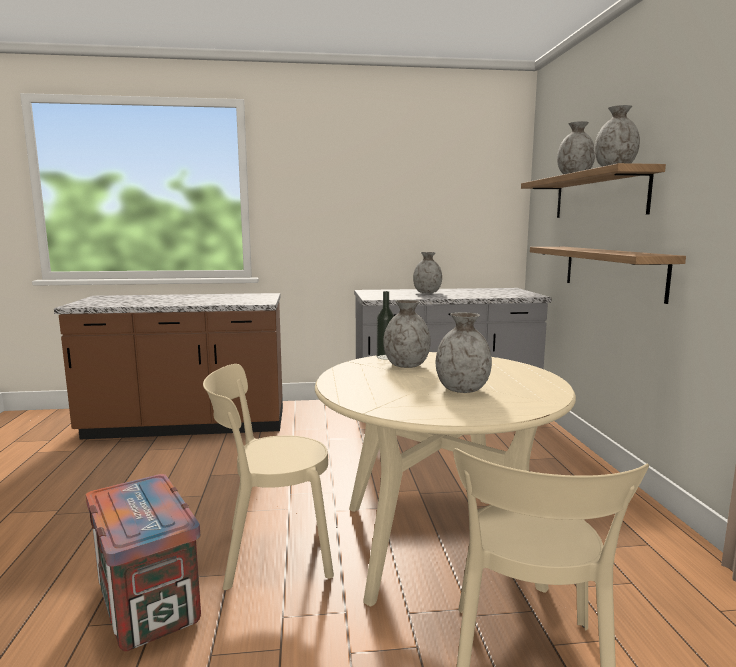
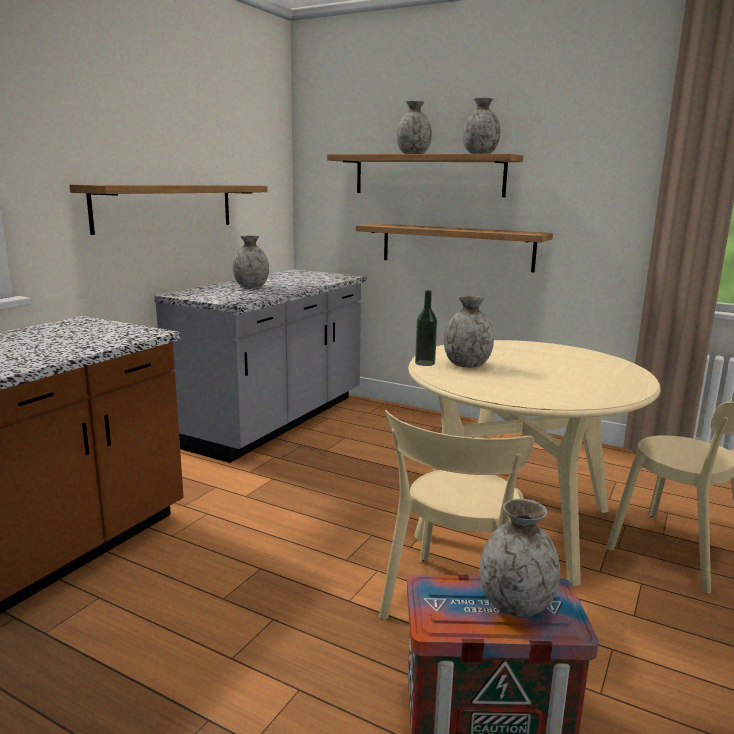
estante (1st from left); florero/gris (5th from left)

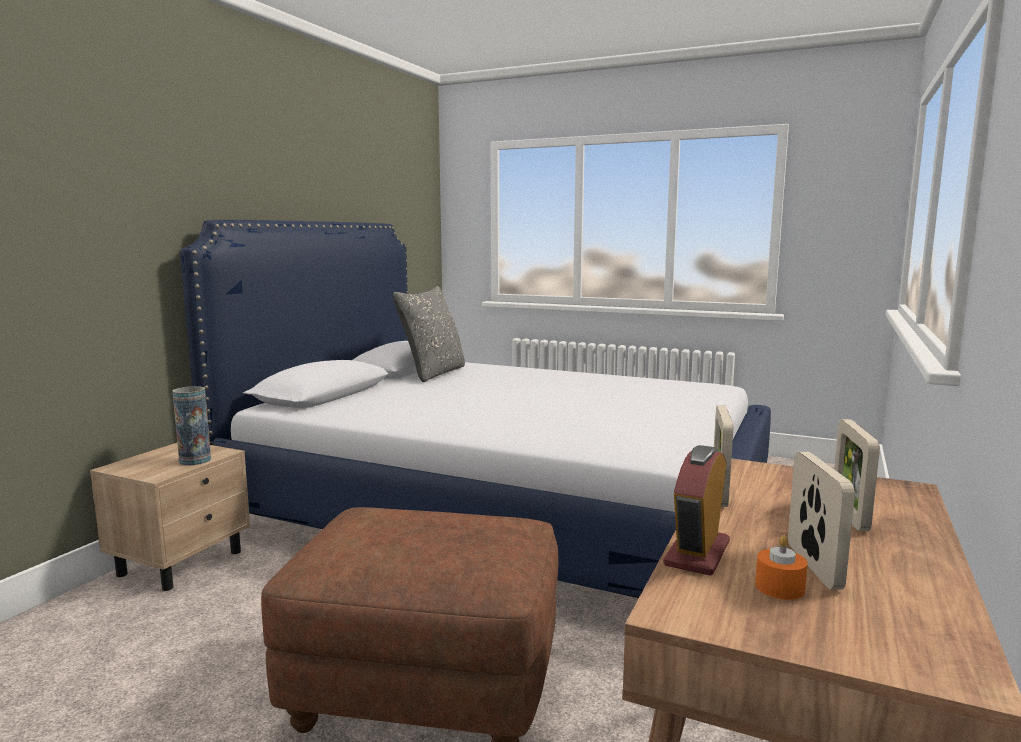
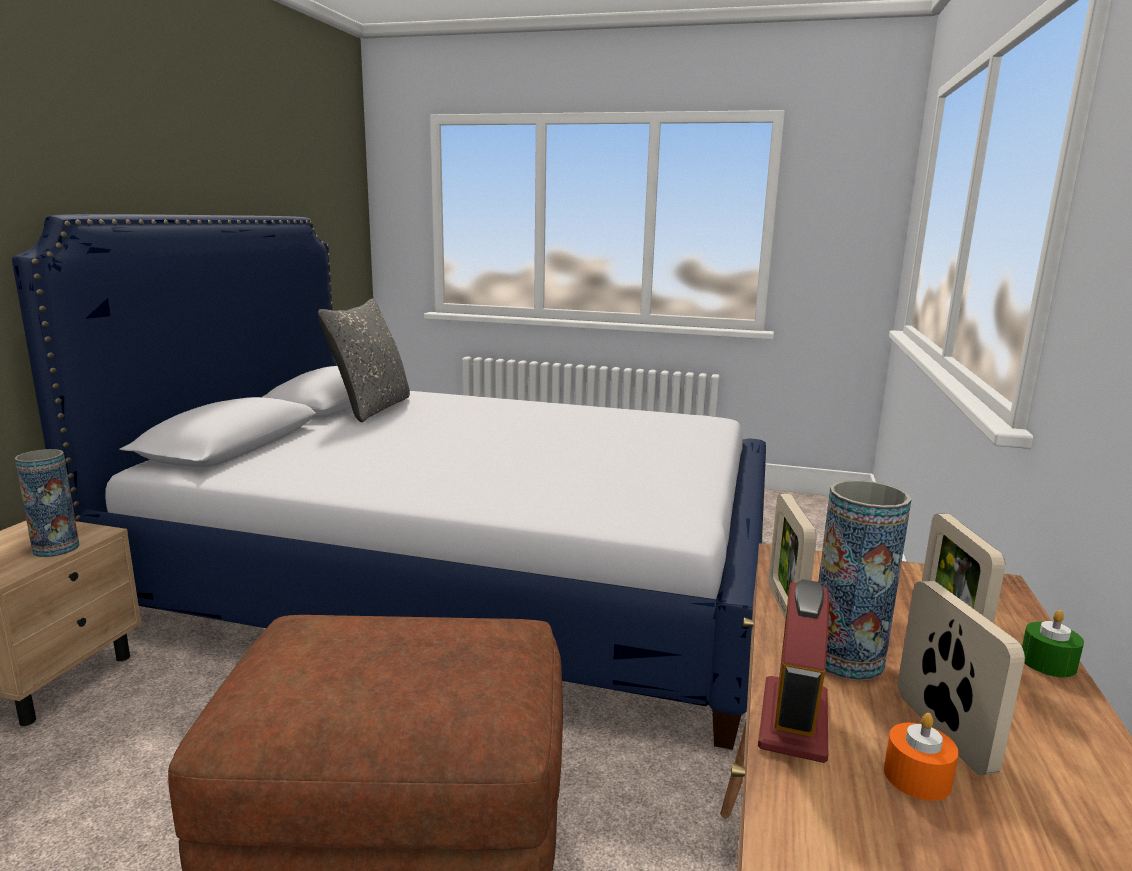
florero (2nd from left); vela/verde

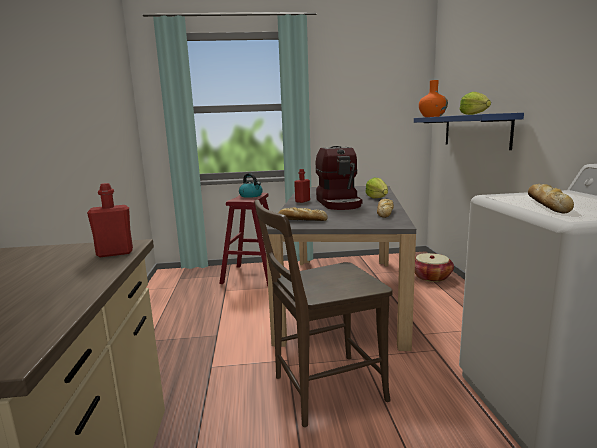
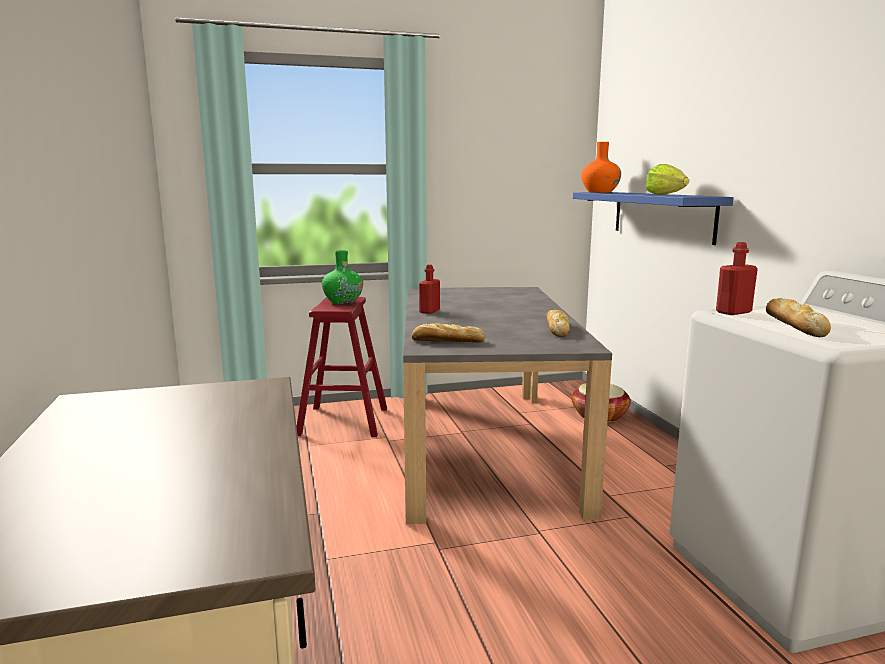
florero/verde; botella/rojo (2nd from left); silla/marrón; cafetera; lechuga (1st from left in the first image)

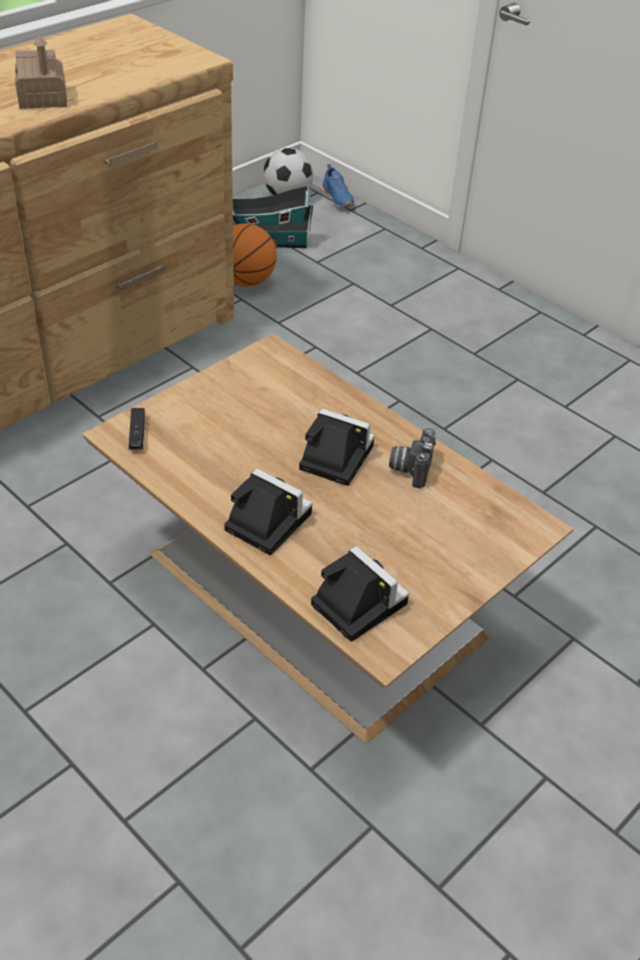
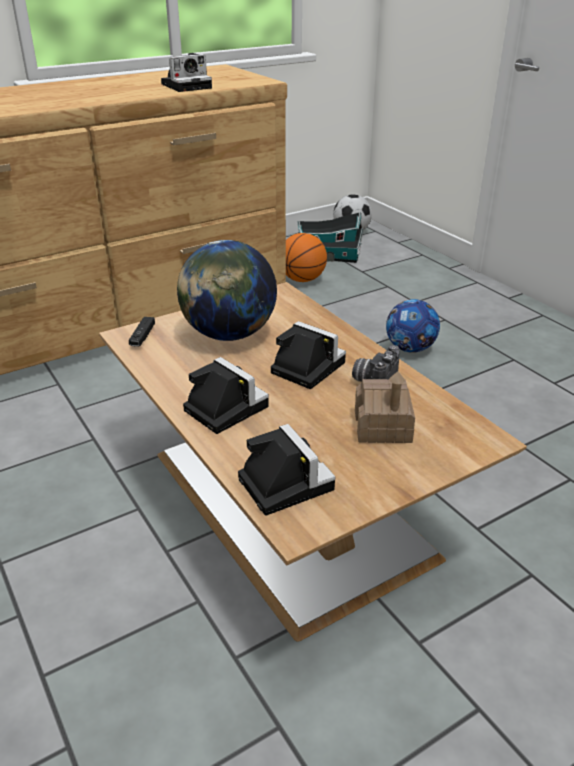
cámara (1st from left); globo terráqueo; casita (2nd from left); balón de fútbol (2nd from left); zapato/azul

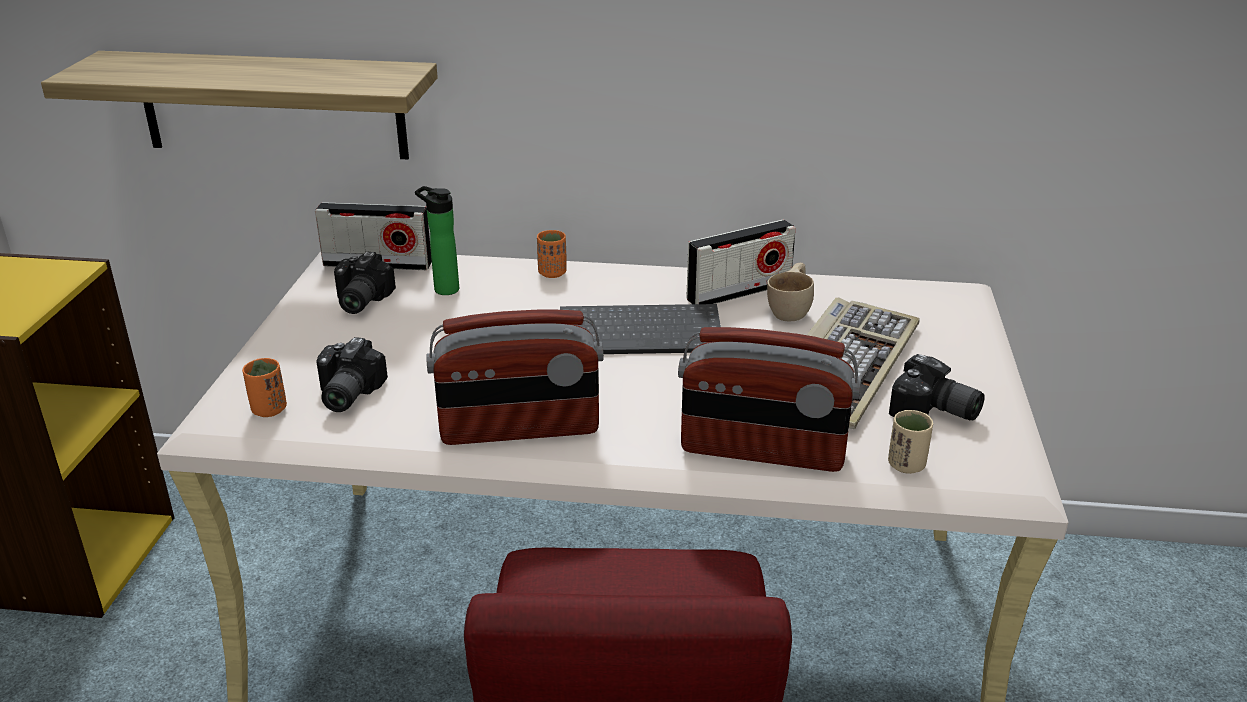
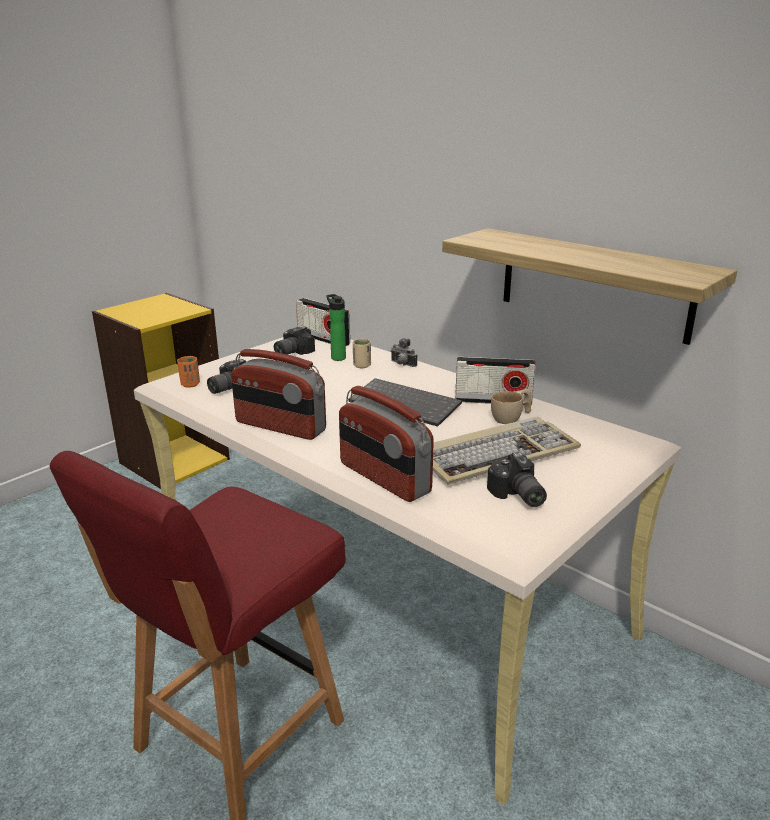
taza/beis (1st from left); cámara (3rd from left); estante

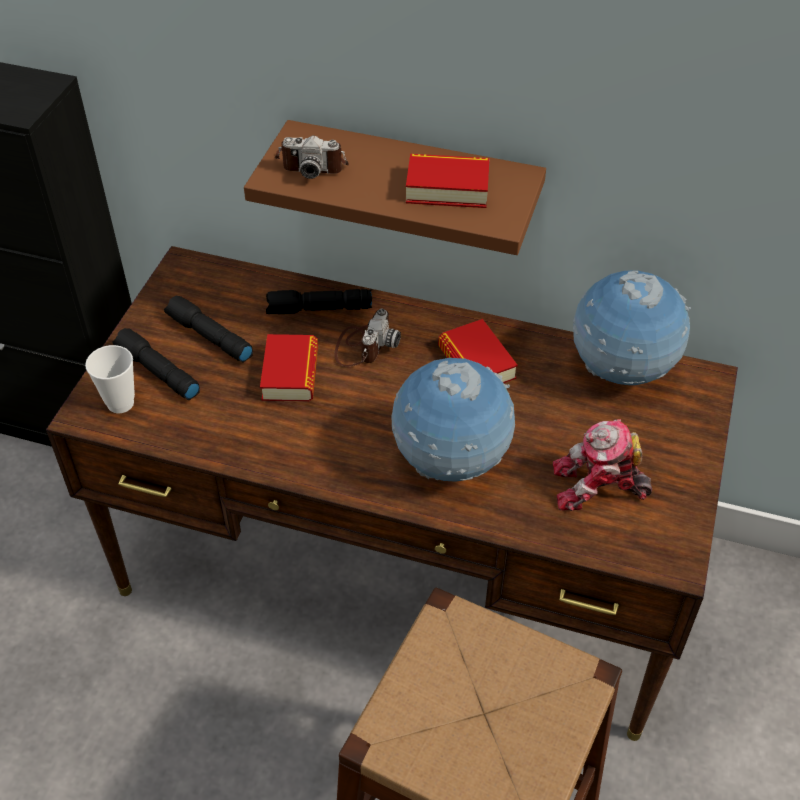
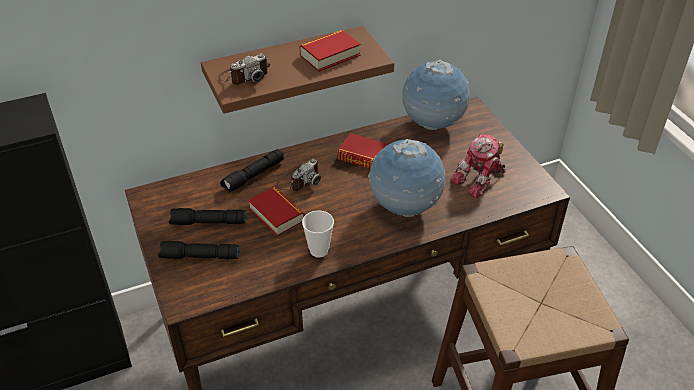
cámara (2nd from left); taza

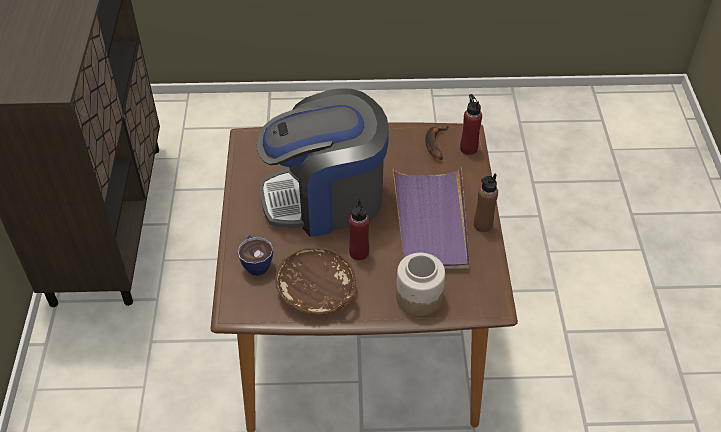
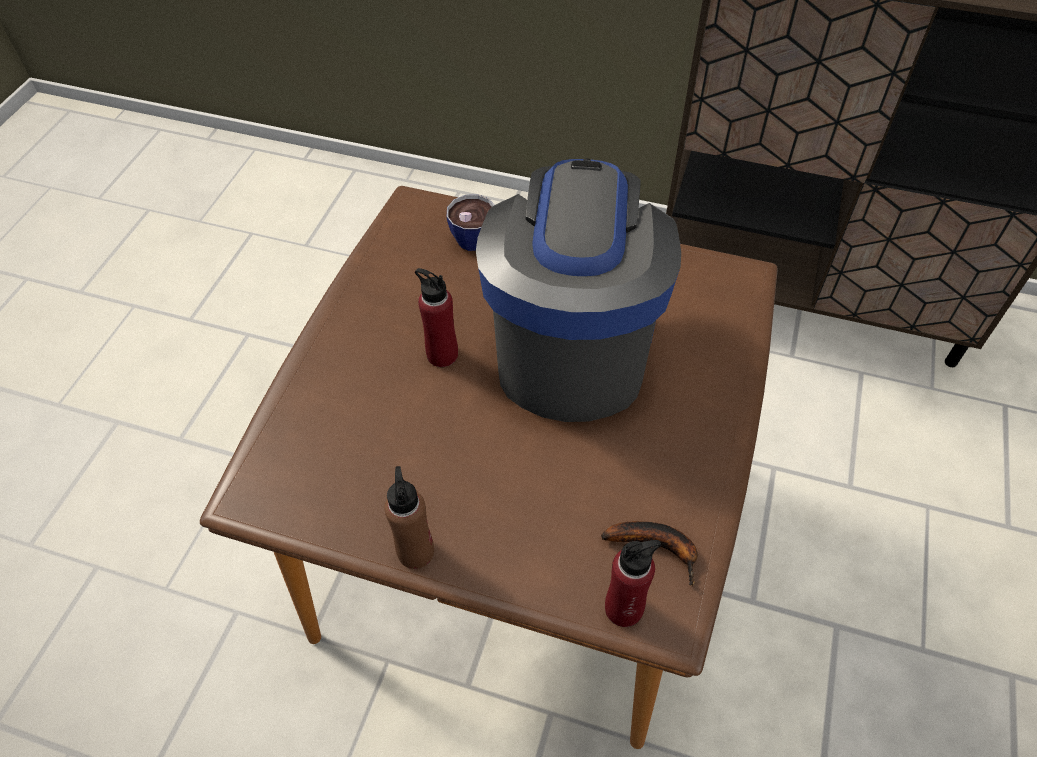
cuenco/marrón; bandeja/morado; tarro

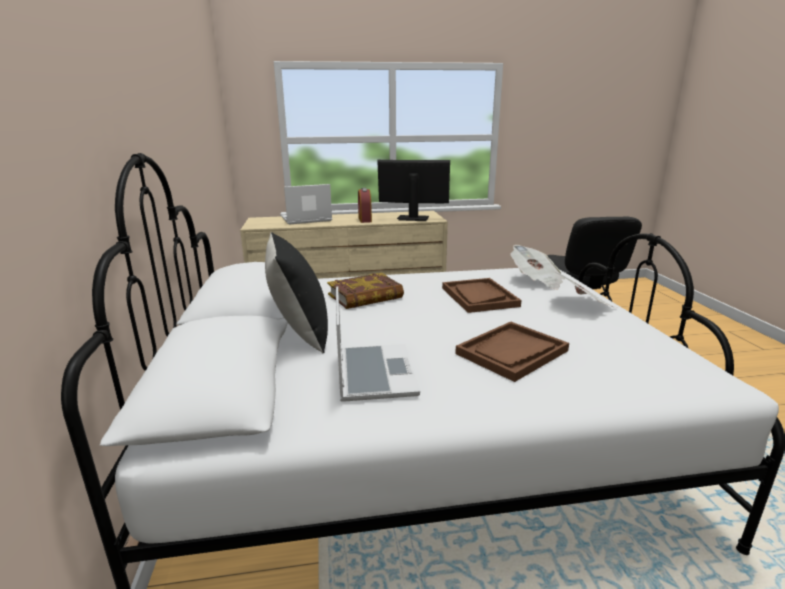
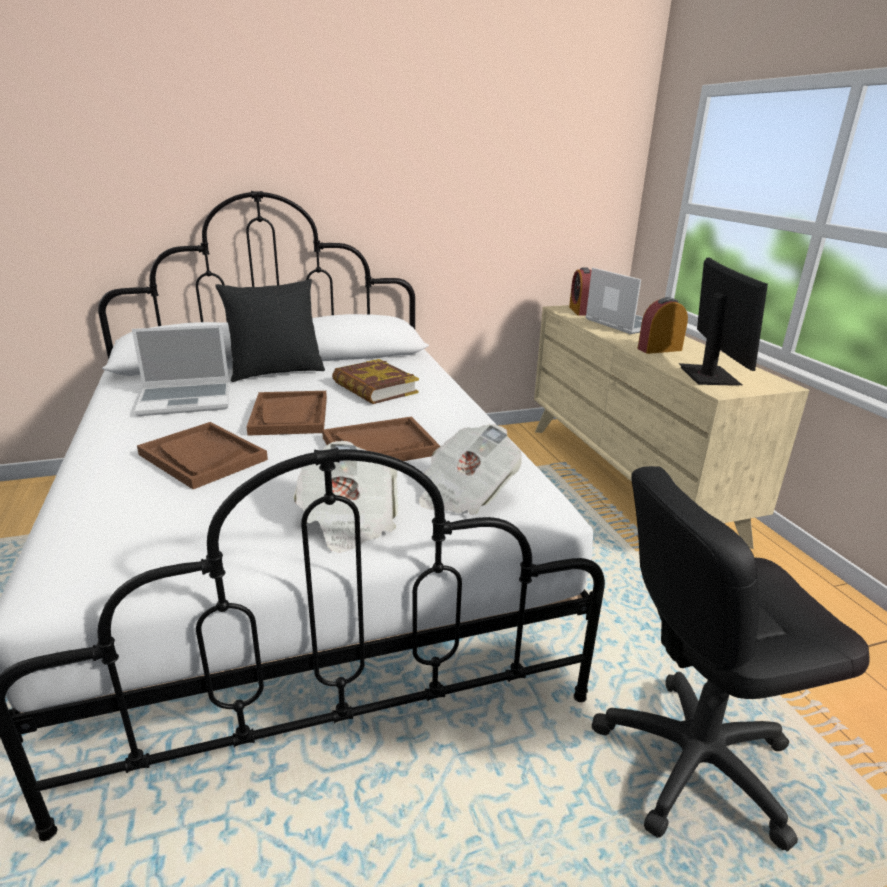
bandeja/marrón (2nd from left); despertador (1st from left)

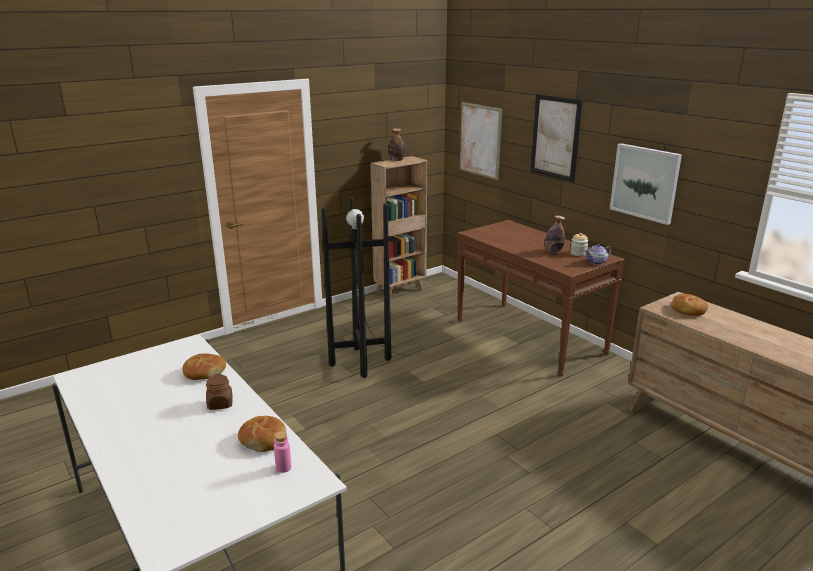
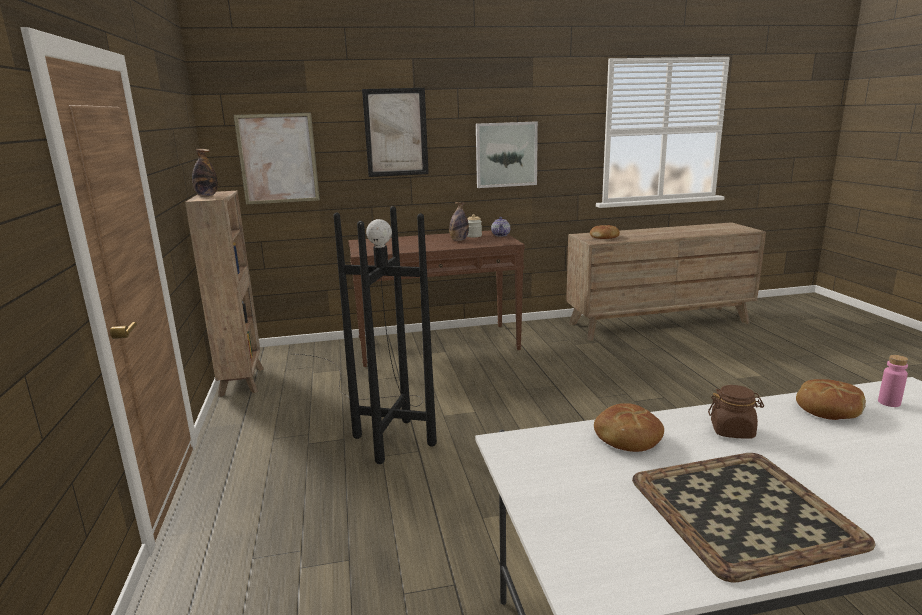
bandeja

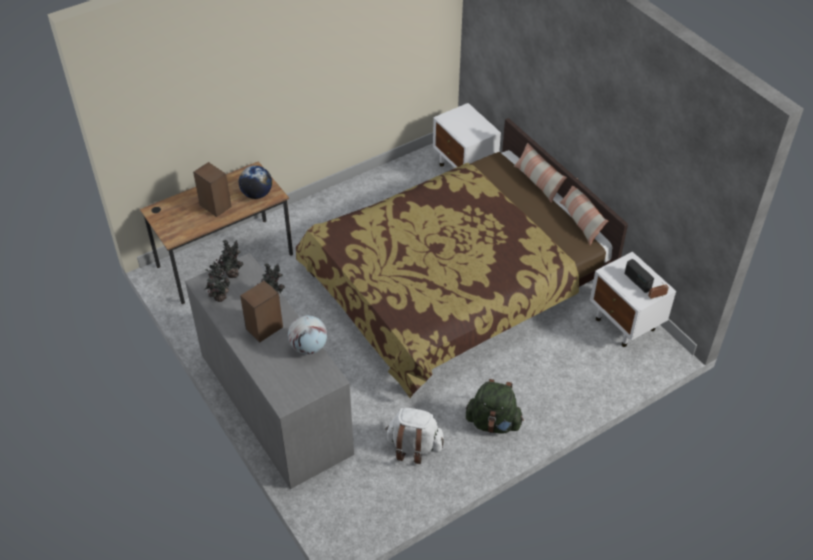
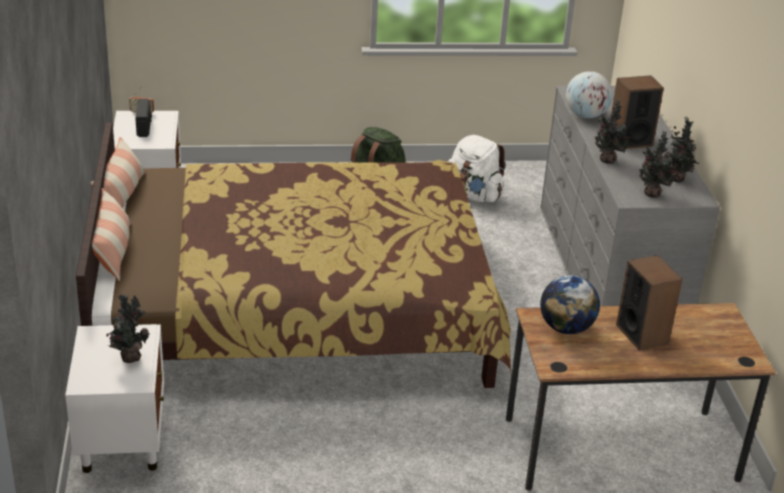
planta en maceta (1st from left)

